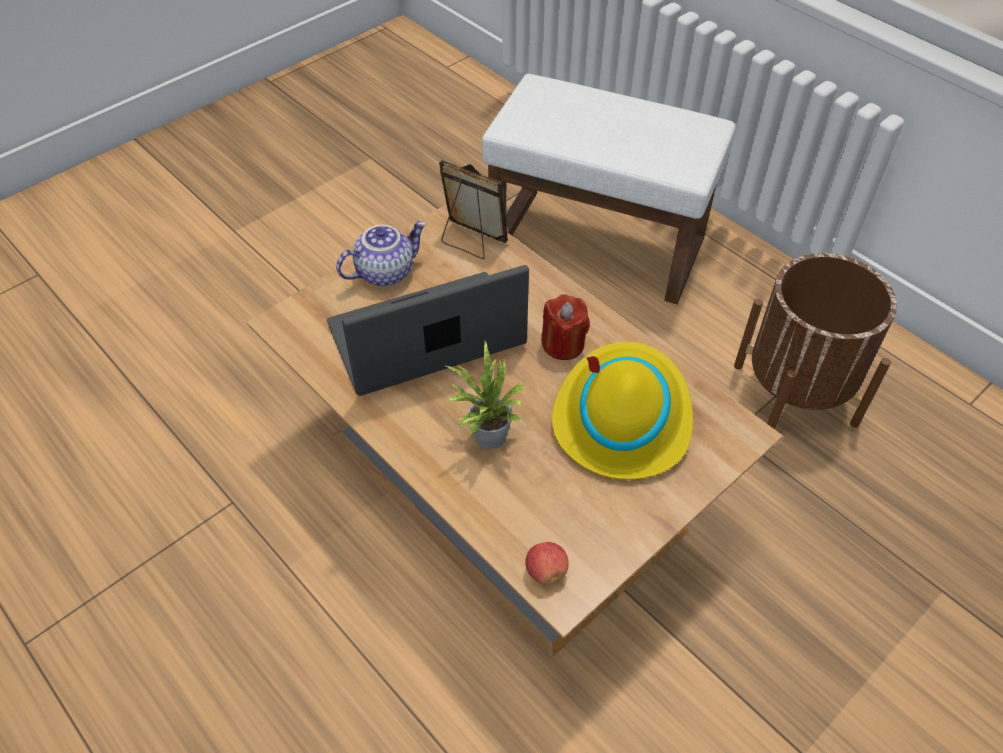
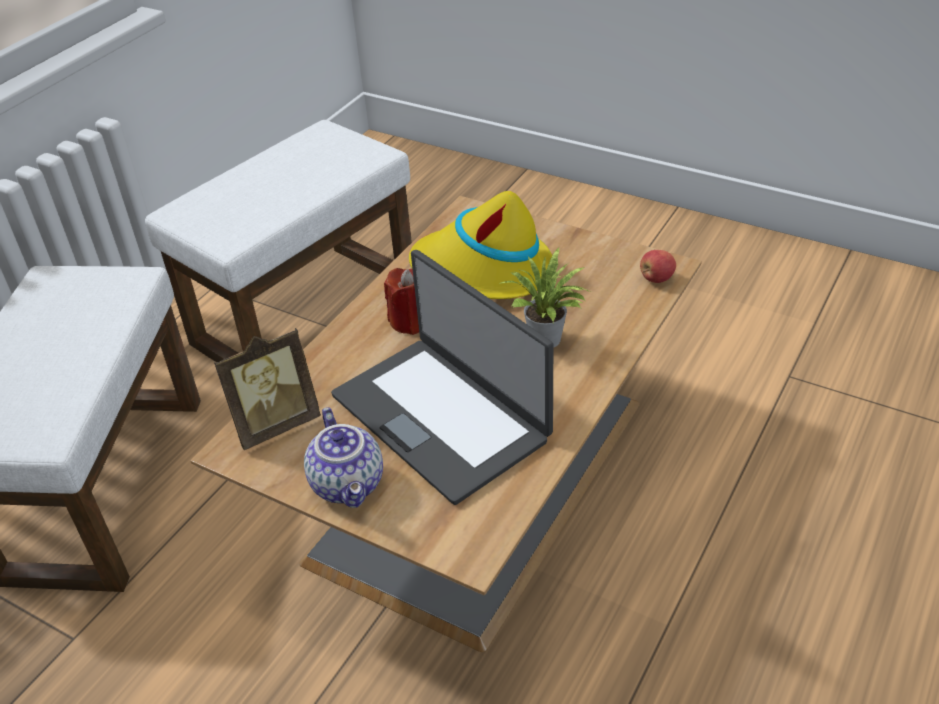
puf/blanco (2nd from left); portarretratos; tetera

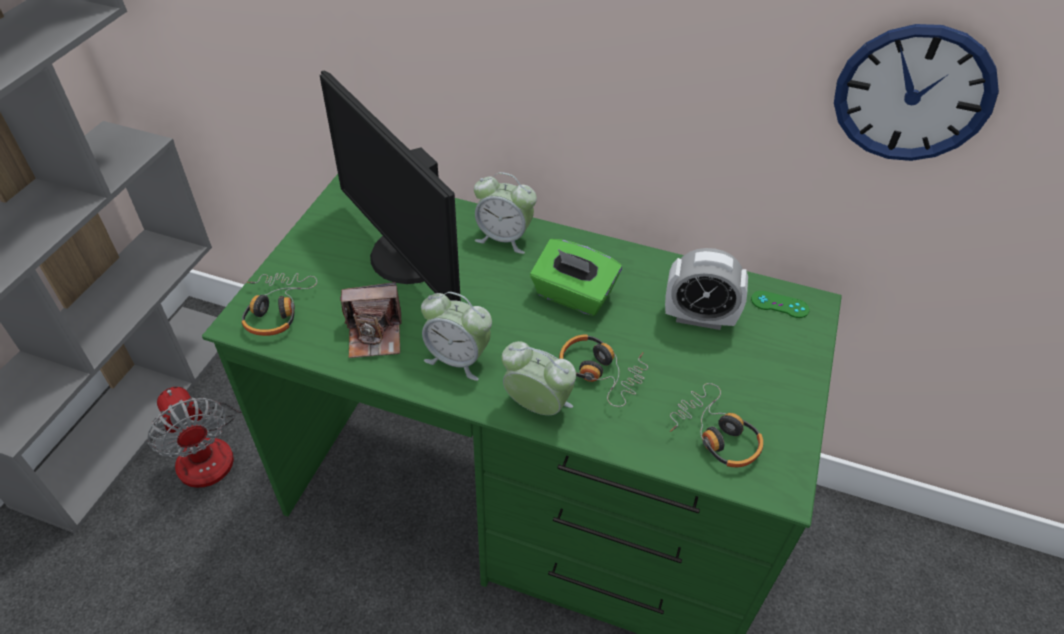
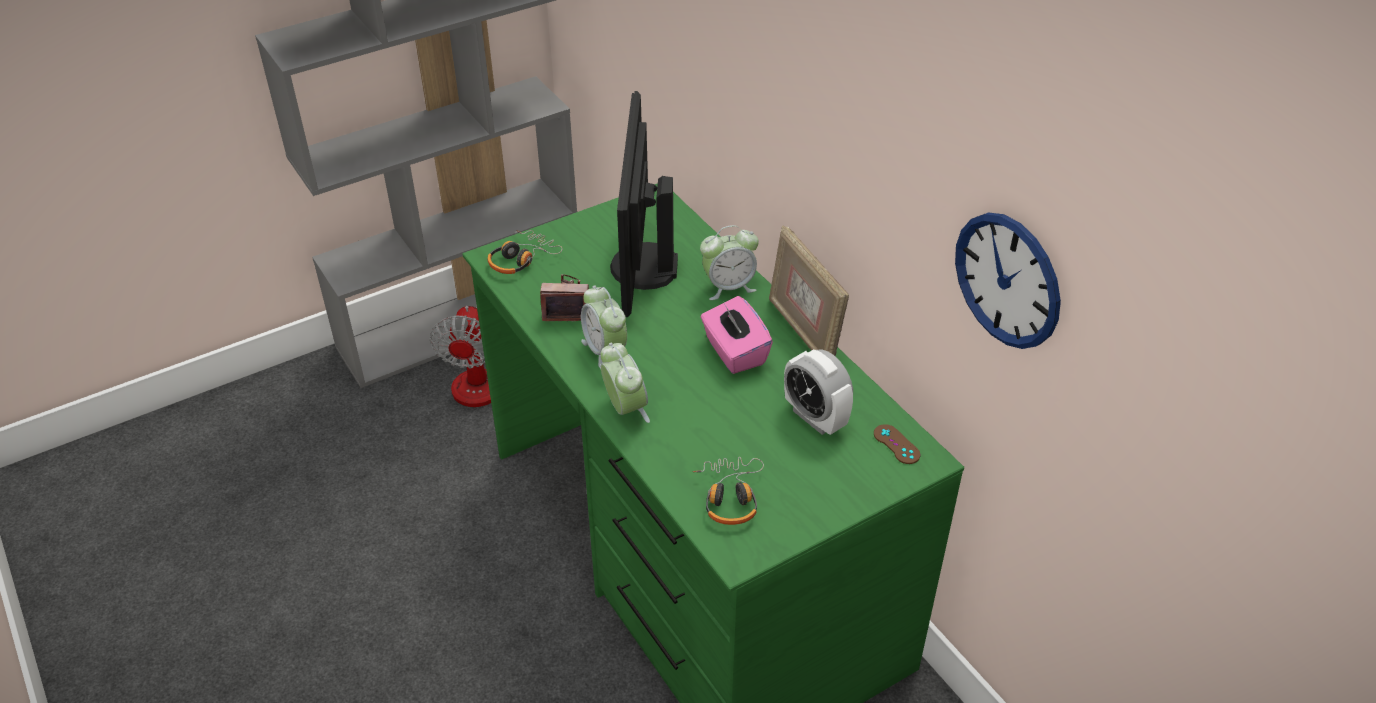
cámara; despertador (3rd from left); caja de pañuelos/rosa; portarretratos; mando de consola/marrón; auriculares (2nd from left in the first image)

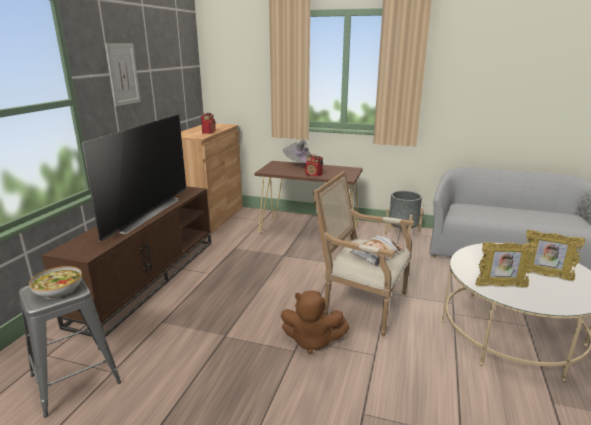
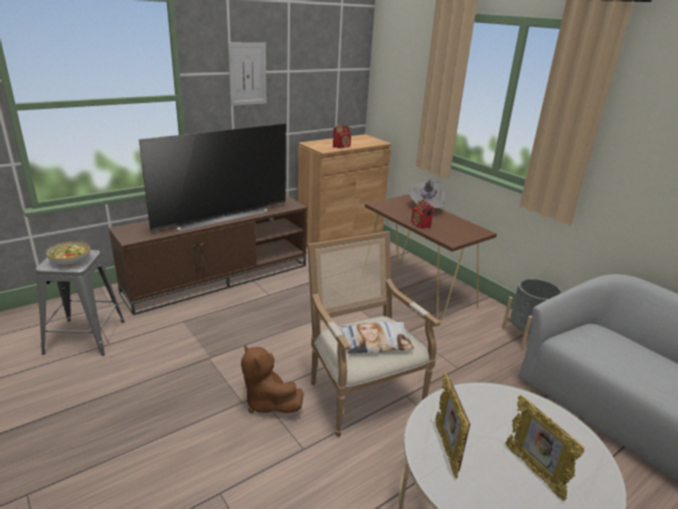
portarretratos (1st from left)

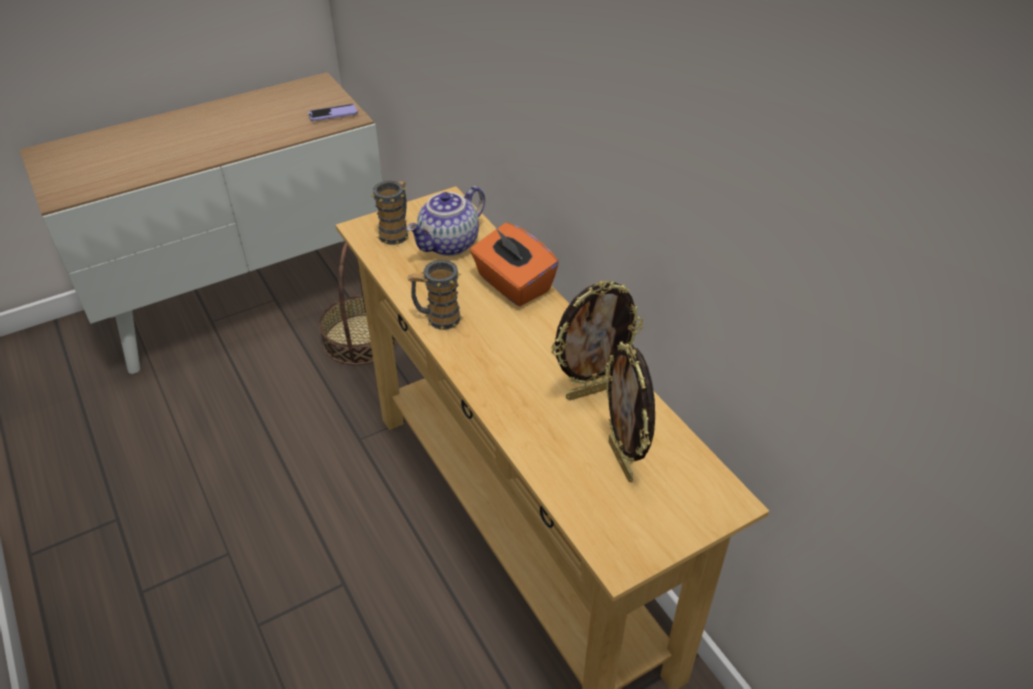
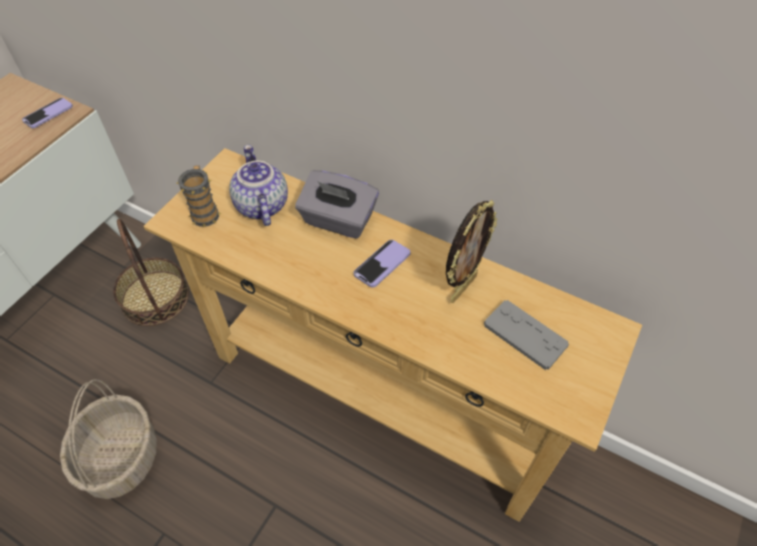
cesta (1st from left); tetera; caja de pañuelos/gris; móvil (2nd from left); mando de consola/gris; taza grande (2nd from left in the first image)

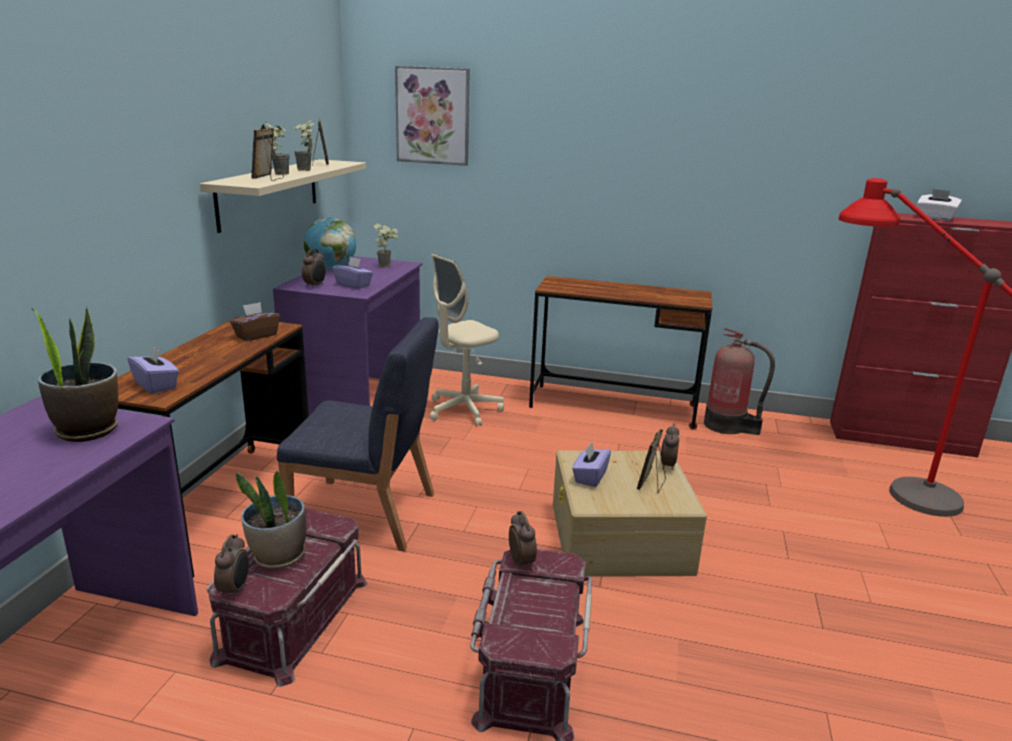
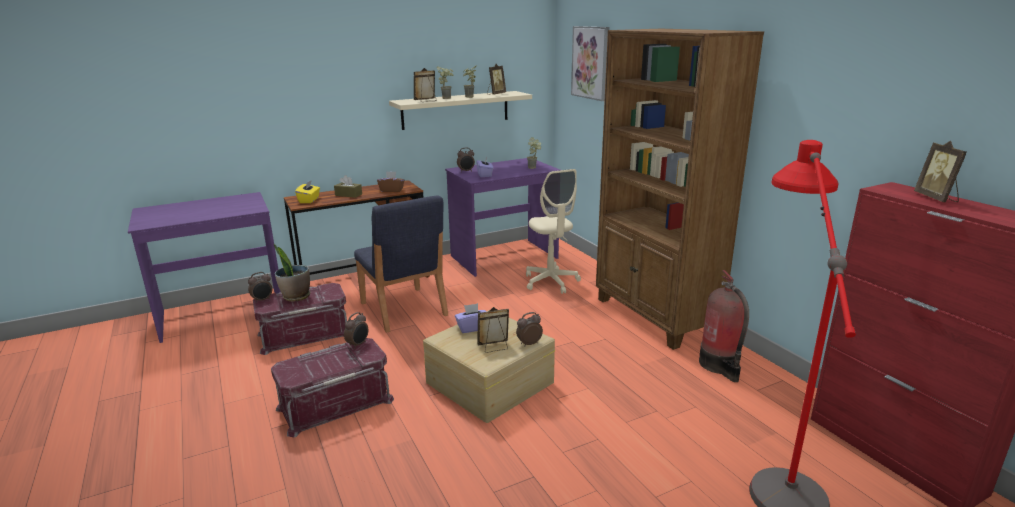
caja de pañuelos/amarillo; caja de pañuelos/marrón (1st from left); silla de oficina/beis; estantería/marrón; portarretratos (4th from left); planta en maceta (1st from left in the first image); globo terráqueo

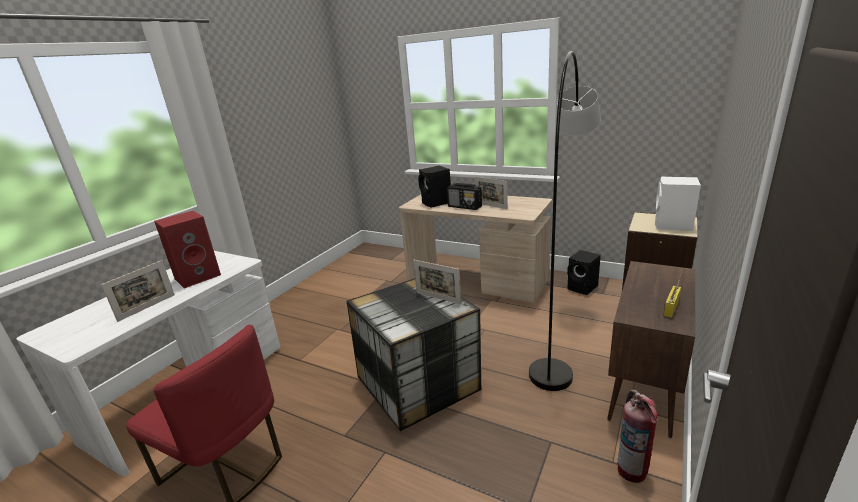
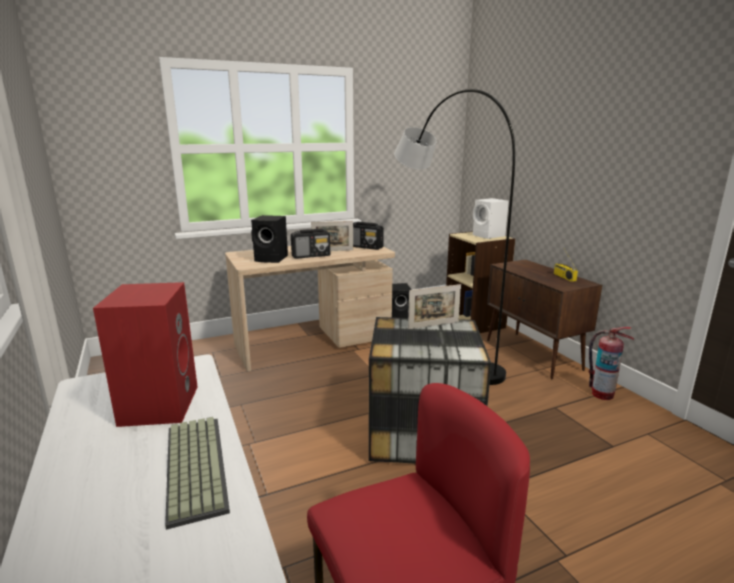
teclado; radio (2nd from left)

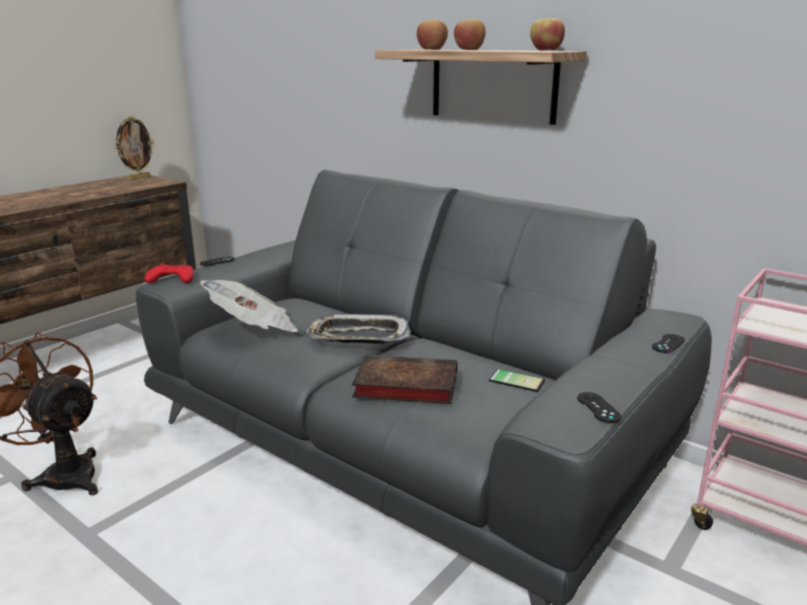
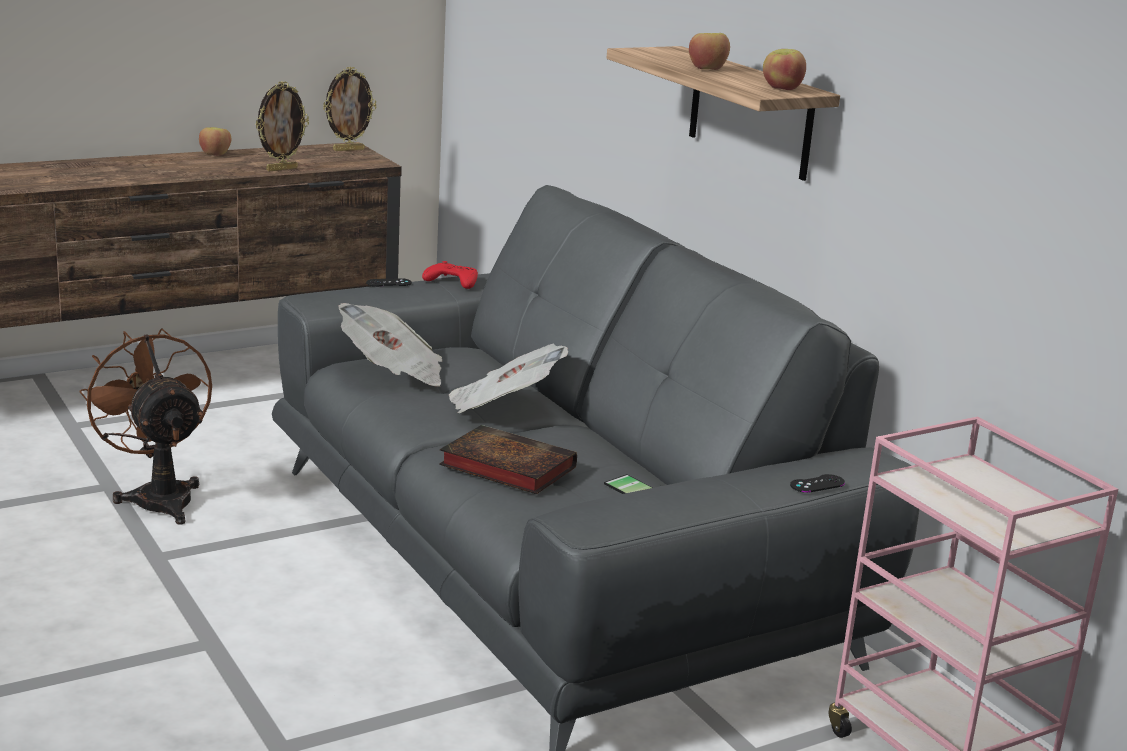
manzana (1st from left); portarretratos (1st from left); mando de consola/rojo; periódico (2nd from left); mando de consola/negro (2nd from left in the first image)

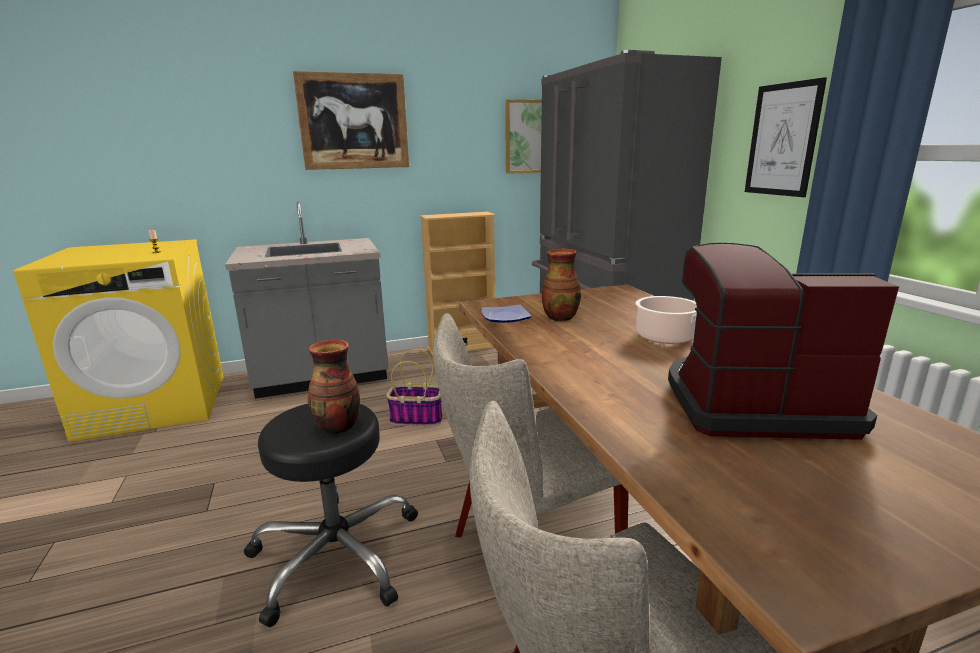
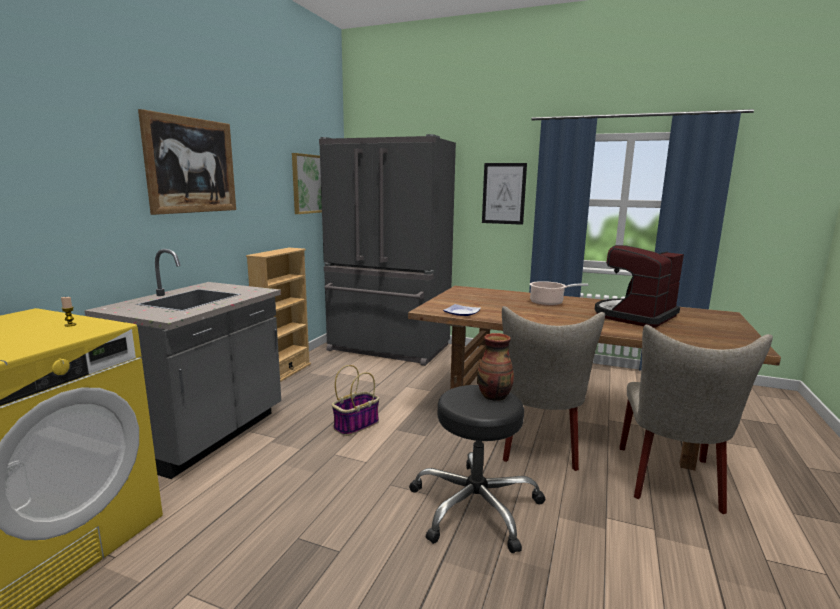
florero (2nd from left in the first image)

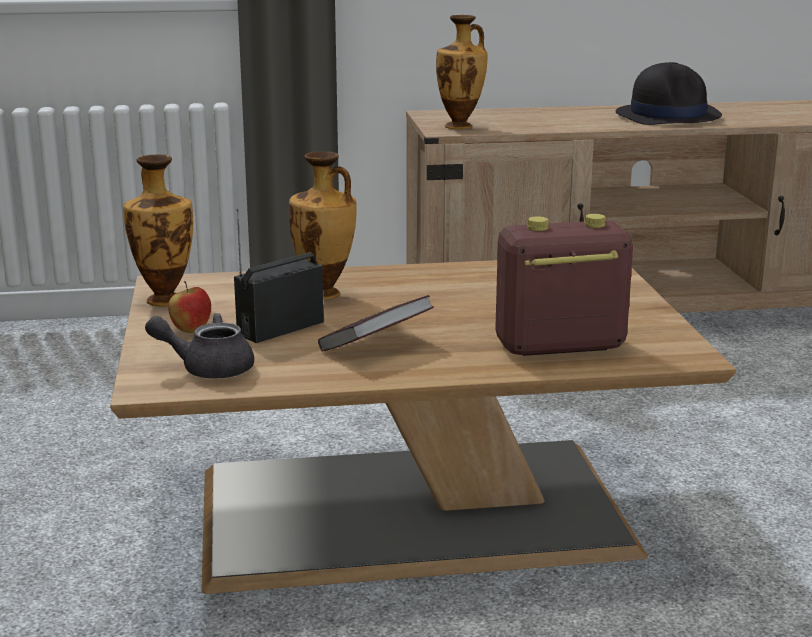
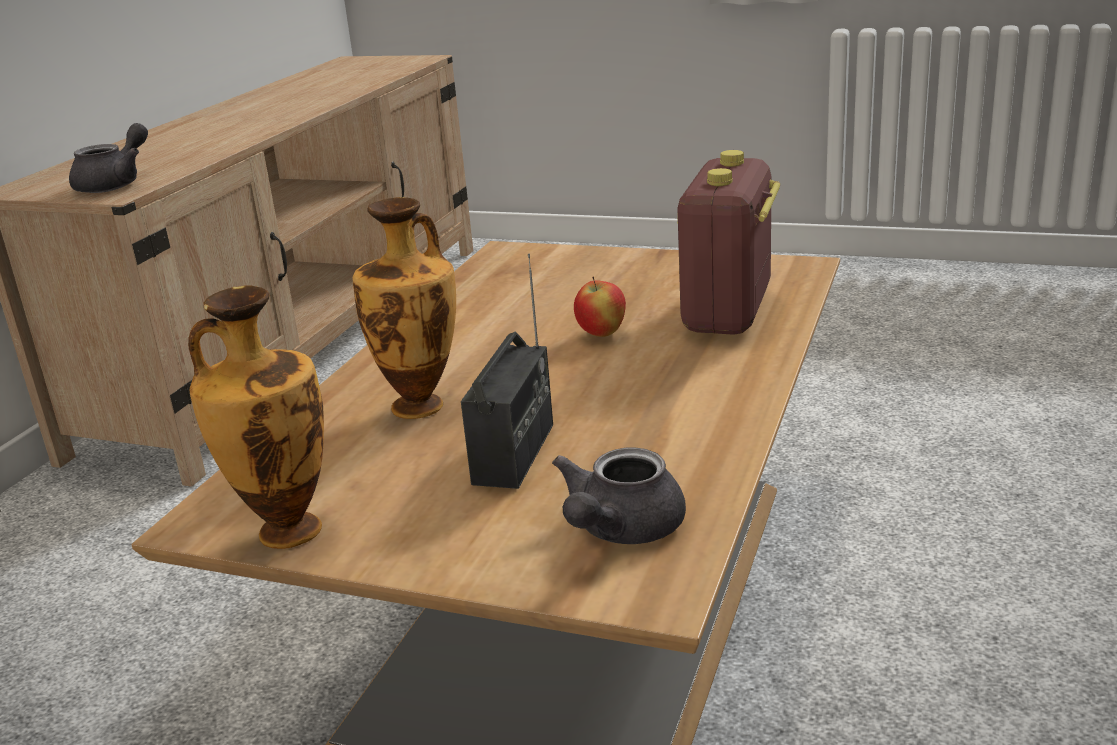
tetera/gris (1st from left); radio (1st from left); manzana; libro; sombrero/negro

